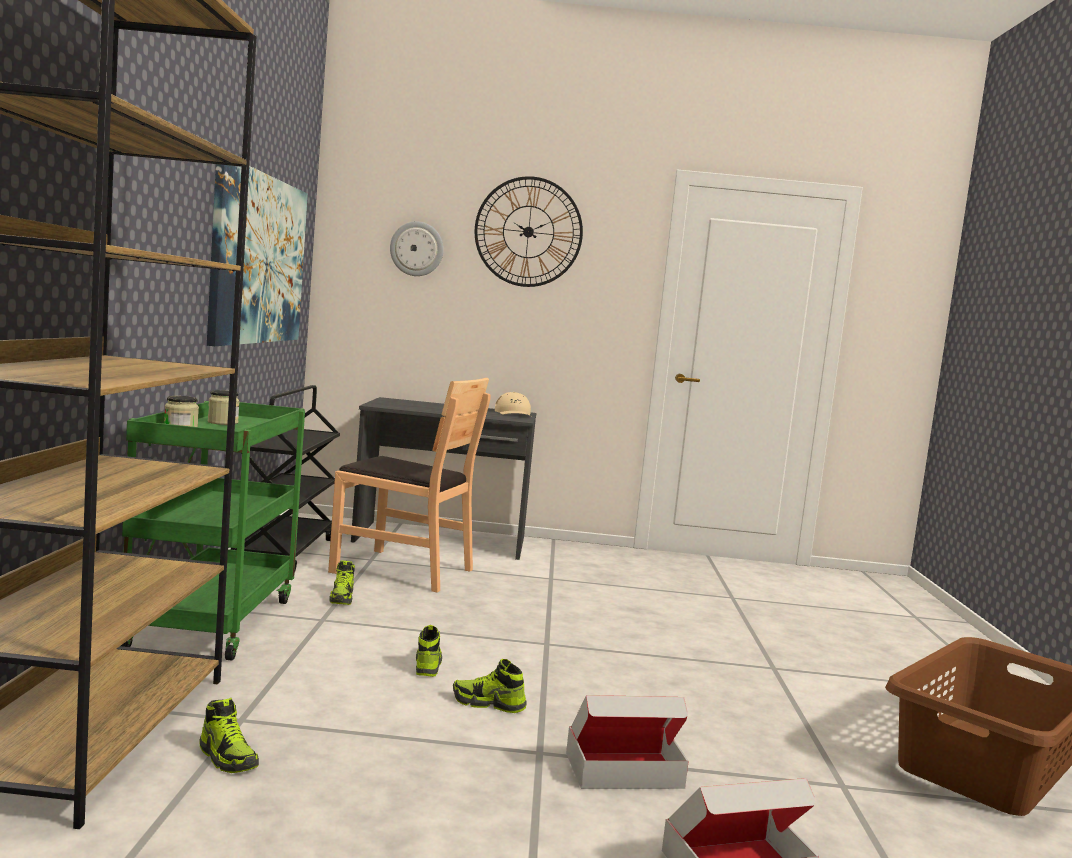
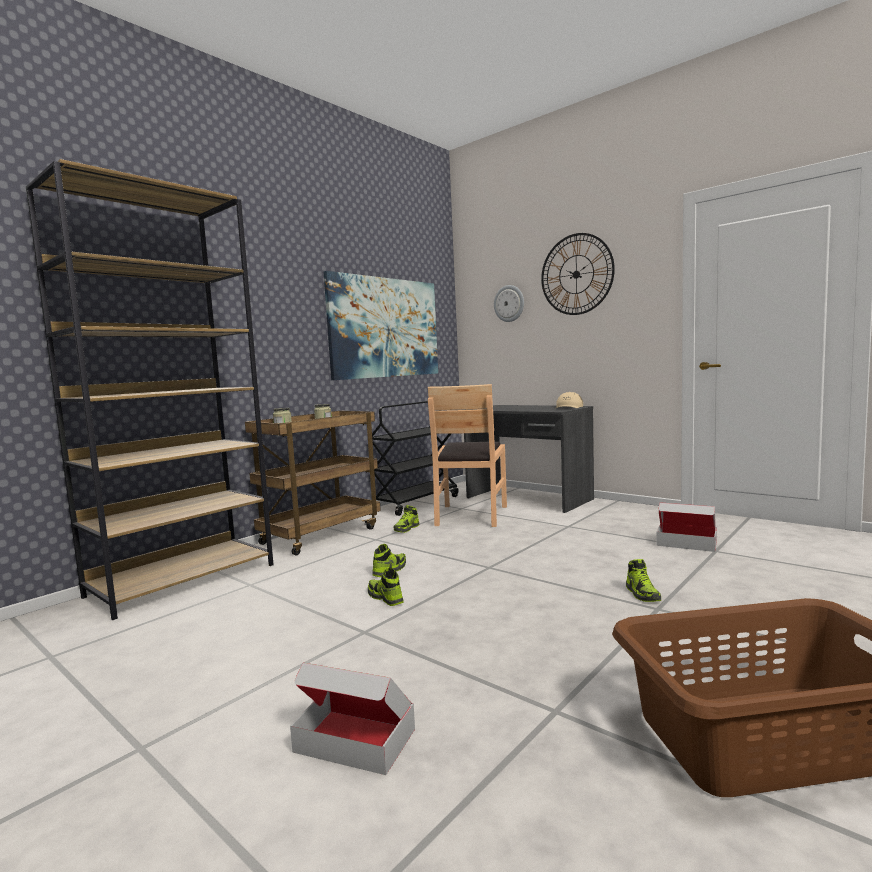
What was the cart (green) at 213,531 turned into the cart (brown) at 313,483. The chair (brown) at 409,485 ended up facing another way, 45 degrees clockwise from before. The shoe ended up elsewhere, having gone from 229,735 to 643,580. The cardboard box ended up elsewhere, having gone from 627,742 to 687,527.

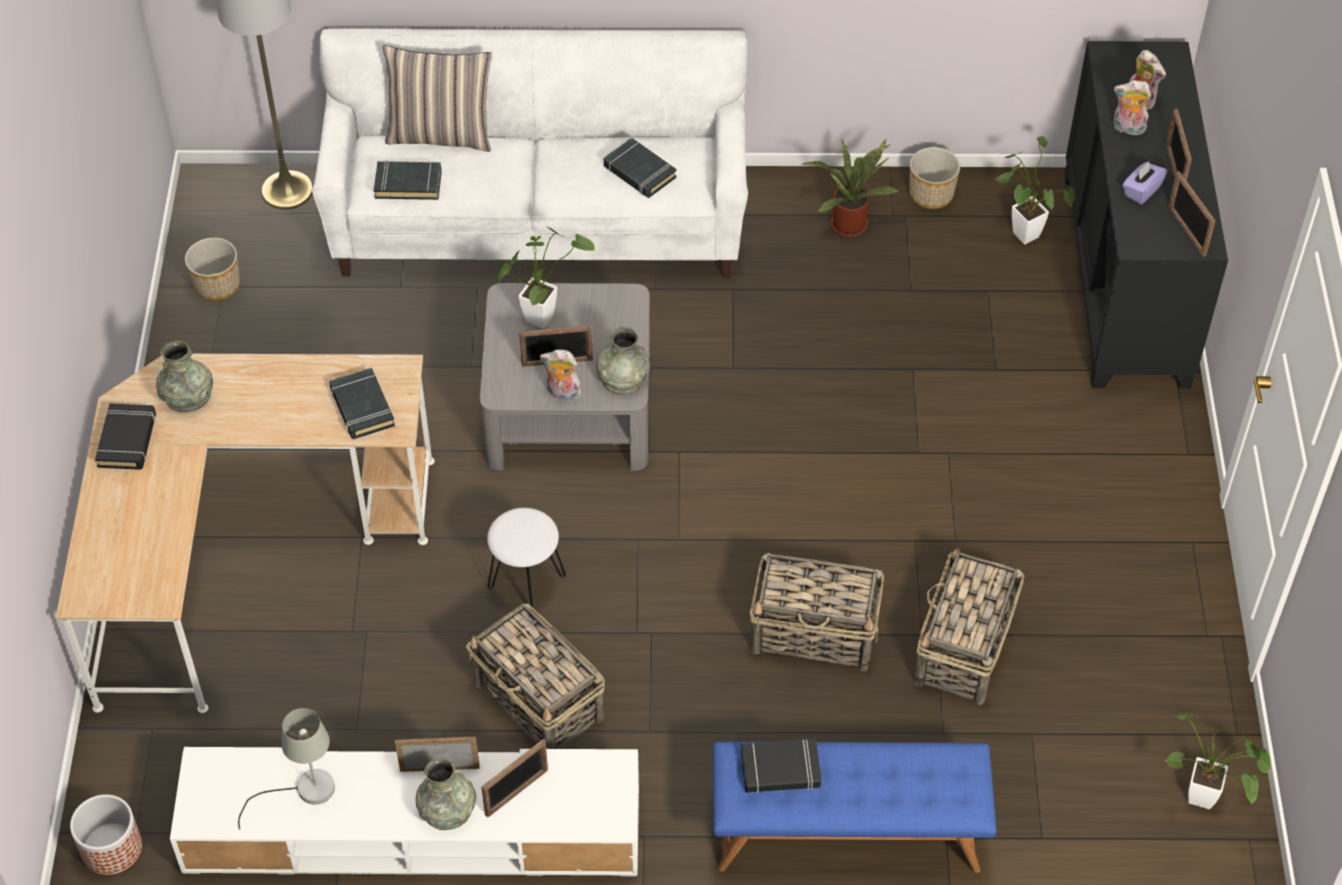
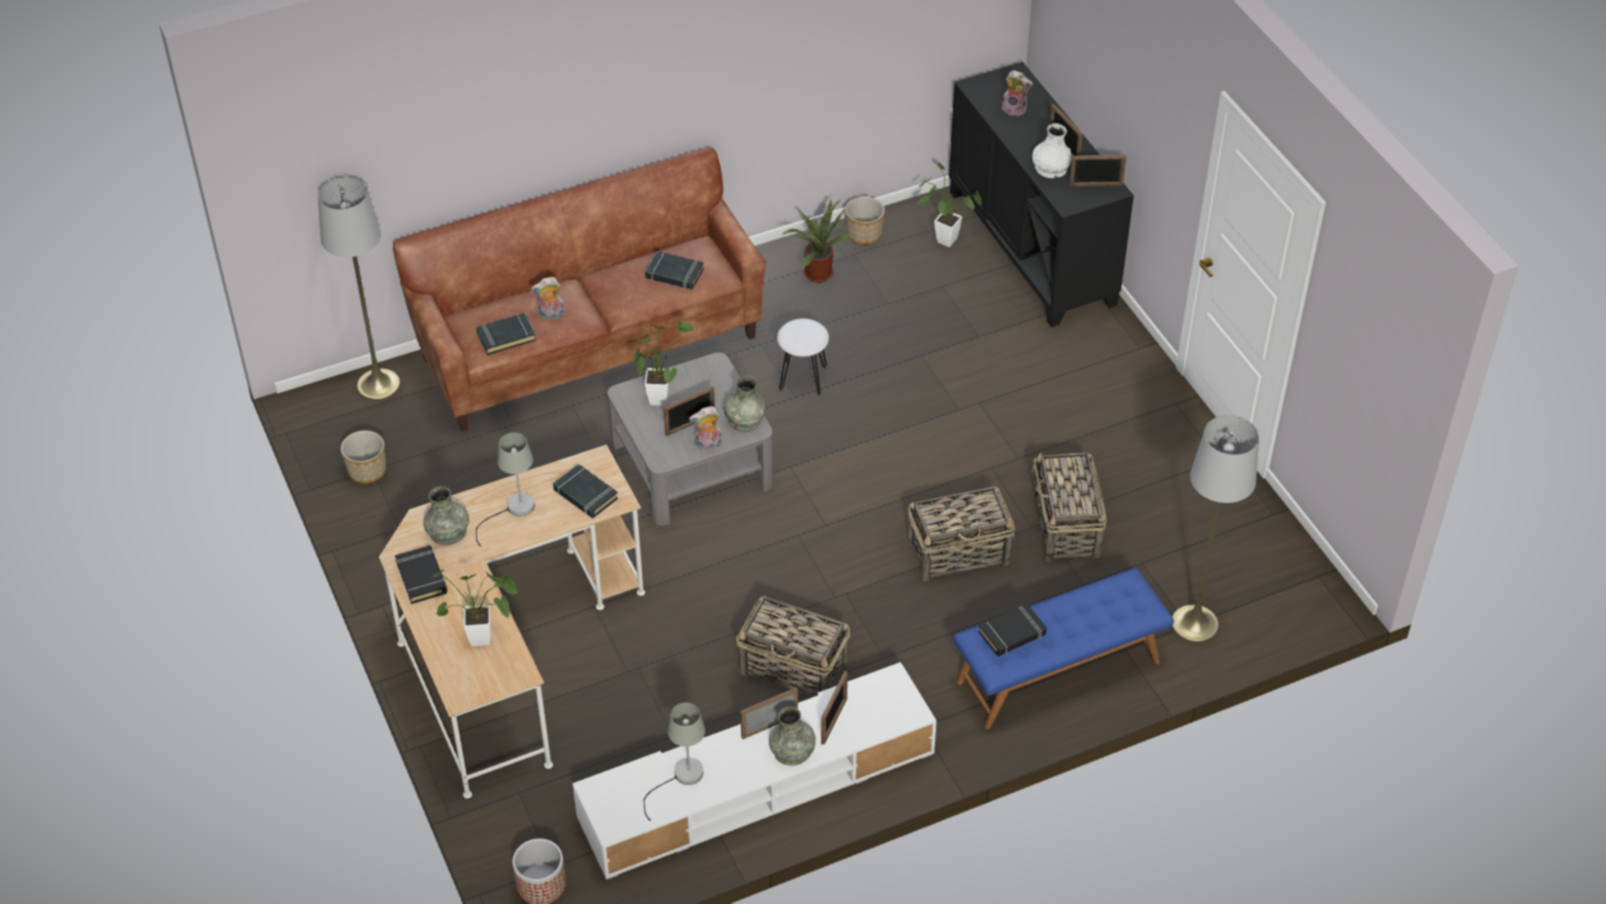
What was the sofa (white) at 530,153 turned into the sofa (brown) at 579,289. The potted plant ended up elsewhere, having gone from 1218,761 to 473,608. The second view gained the table lamp (grey) at 505,490. The plush toy ended up elsewhere, having gone from 1132,107 to 548,298. The stool (white) ended up elsewhere, having gone from 526,558 to 803,357. Where the tissue box (purple) stood at 1144,182, the vase (white) came to stand at 1052,151. The picture frame at 1192,214 ended up facing another way, 45 degrees counterclockwise from before. The second view gained the floor lamp (grey) at 1215,529. The second view lost the pillow at 437,98.

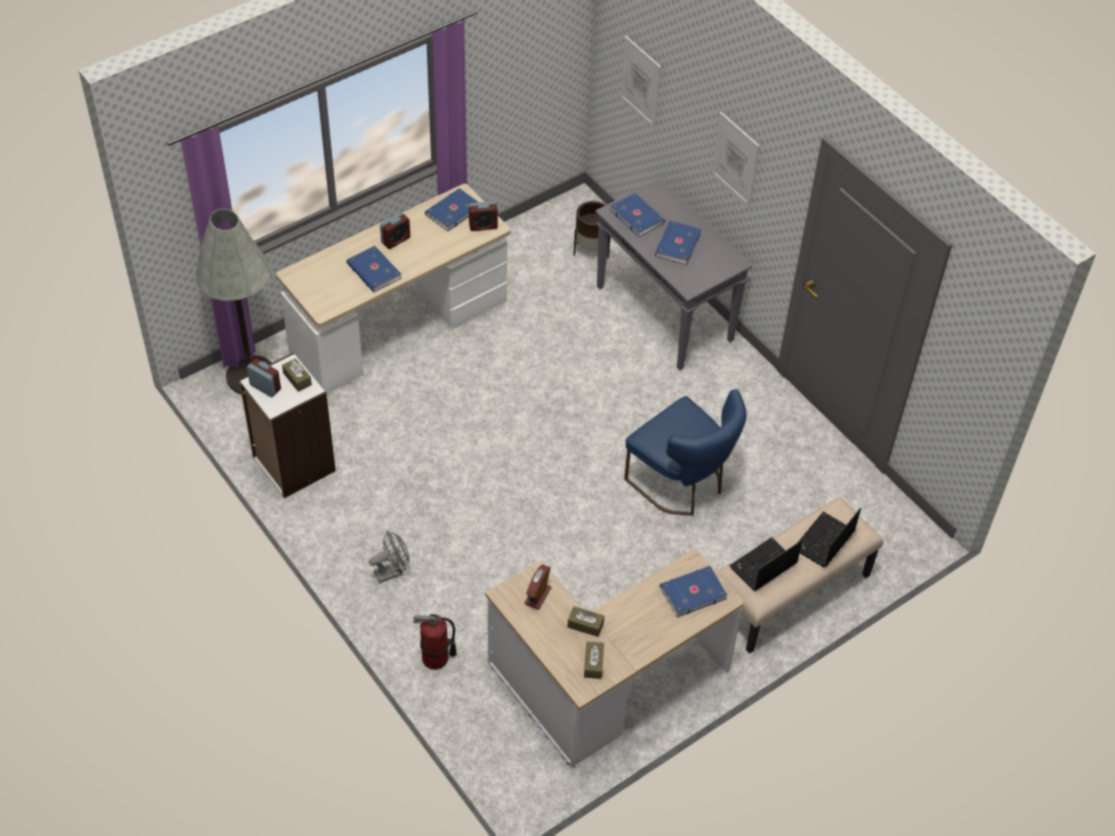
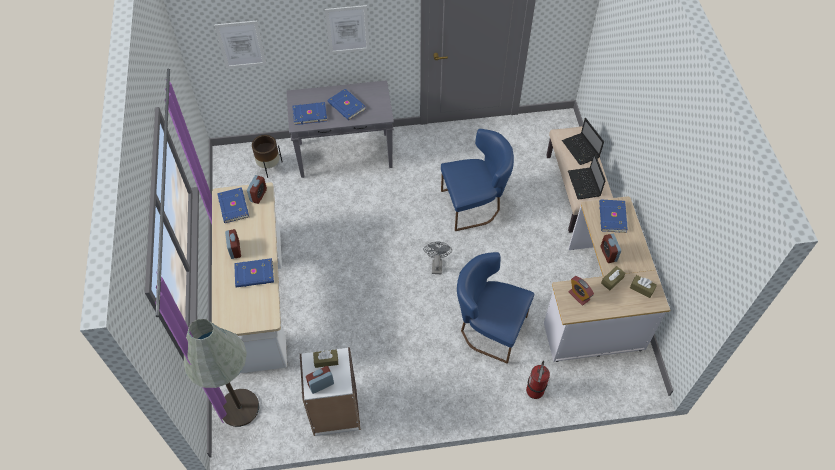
The fan (grey) ended up elsewhere, having gone from 389,557 to 437,258. The second view gained the chair (blue) at 495,308. The second view gained the alarm clock at 611,248.

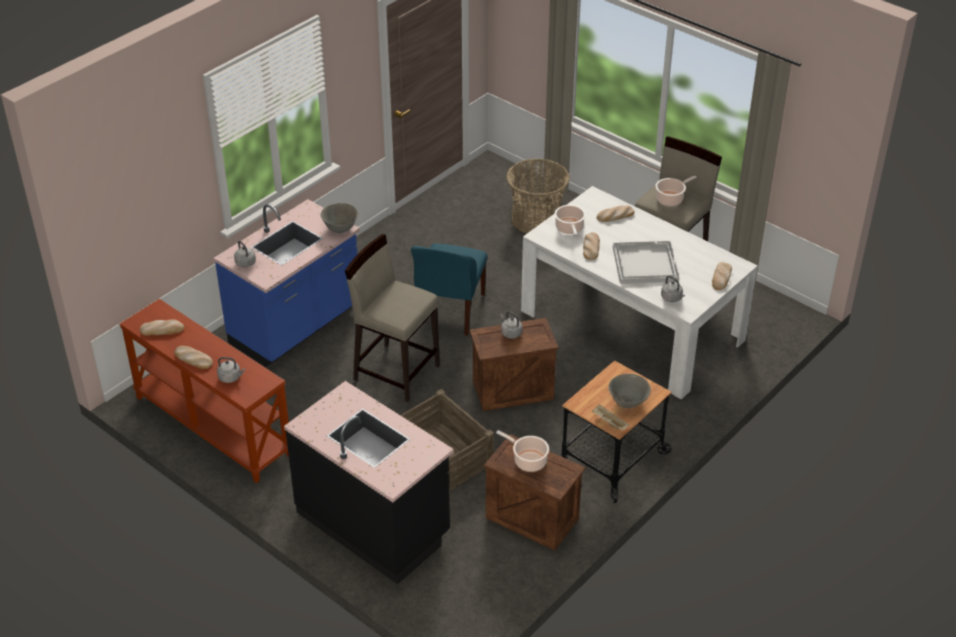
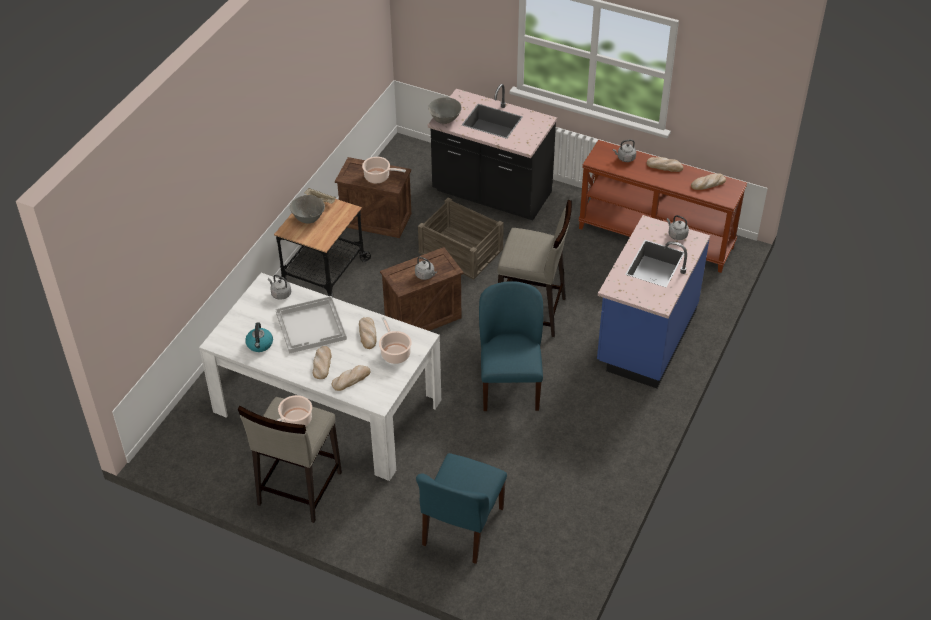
The second view gained the kettle at 259,337. The bread ended up elsewhere, having gone from 722,276 to 322,362. Where the basket stood at 538,195, the chair (blue) came to stand at 461,508. The bowl (grey) ended up elsewhere, having gone from 339,218 to 445,110.

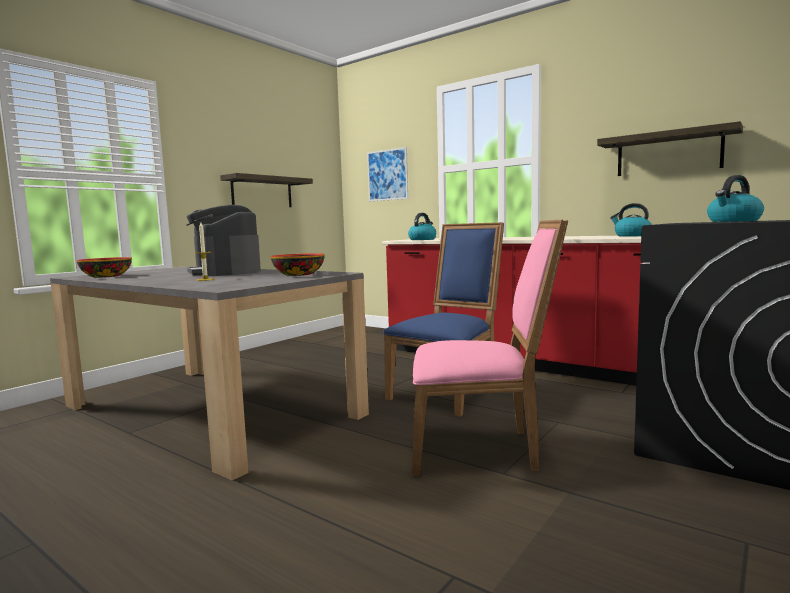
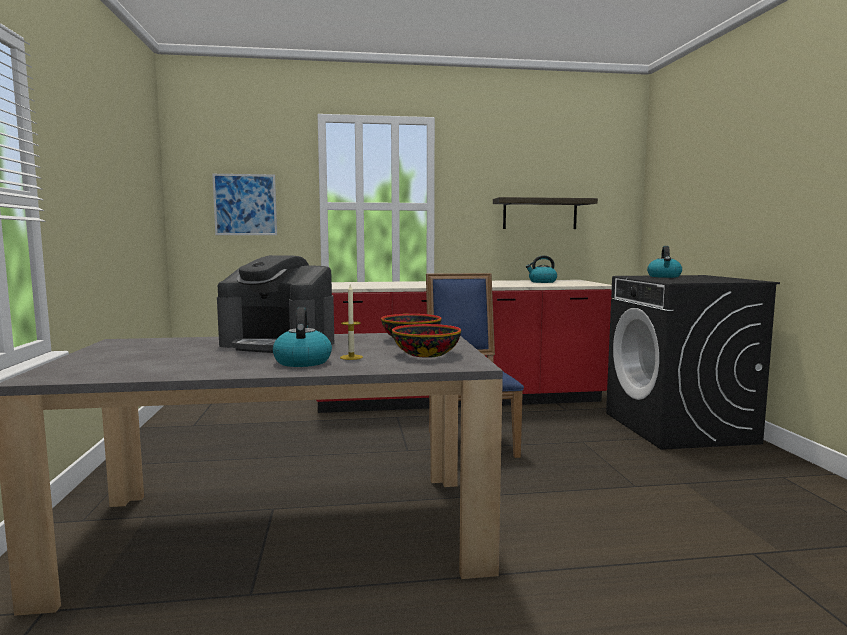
The kettle ended up elsewhere, having gone from 422,226 to 302,337. The bowl ended up elsewhere, having gone from 104,267 to 426,341. The second view lost the shelf at 266,190. The second view lost the chair (pink) at 490,348.

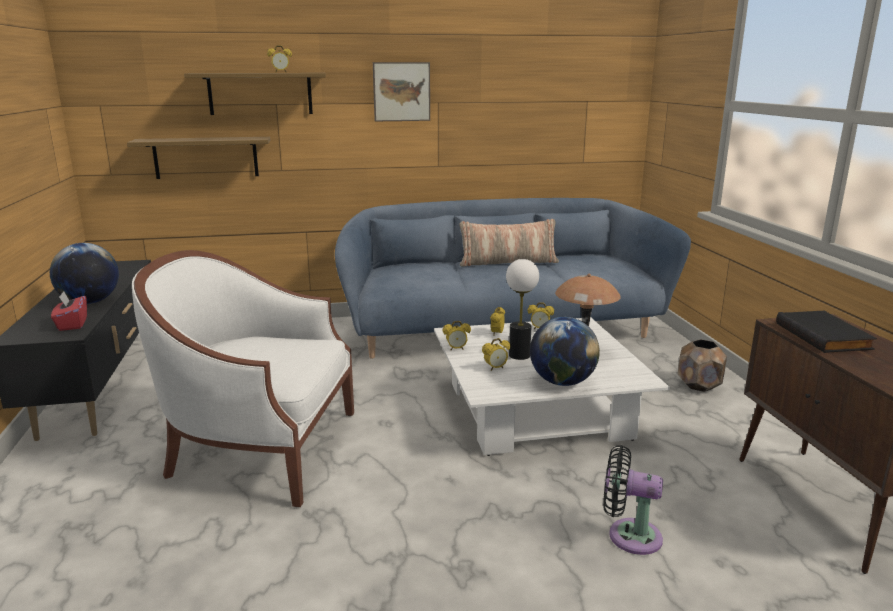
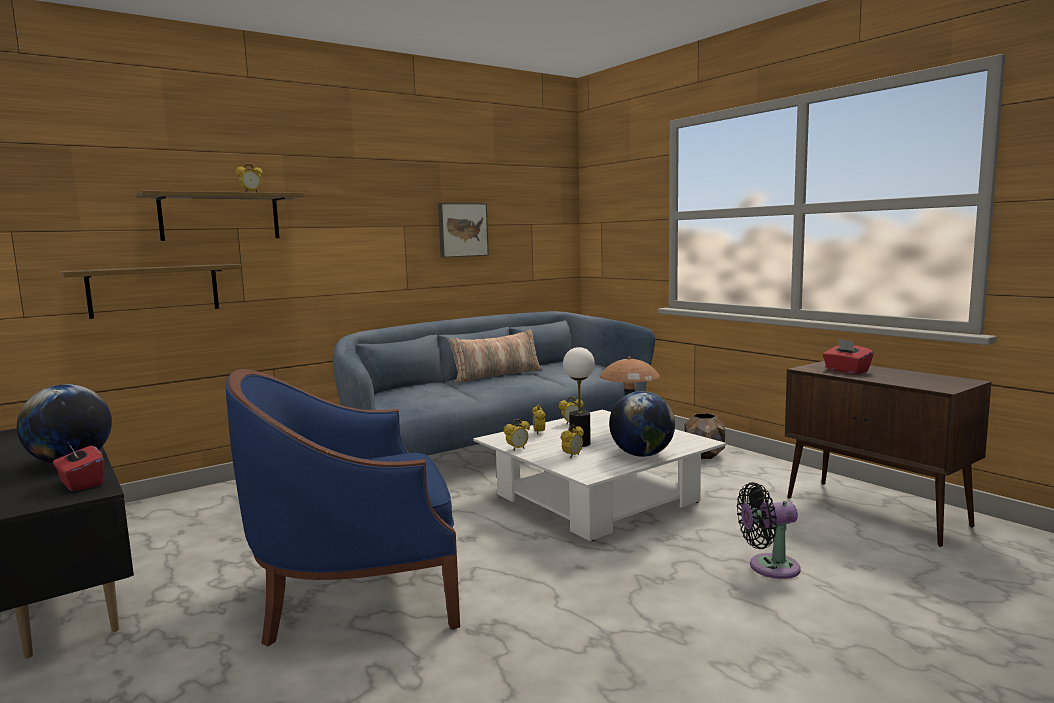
What was the armchair (white) at 243,378 turned into the armchair (blue) at 343,507. The picture ended up elsewhere, having gone from 401,91 to 463,230. Where the book (black) stood at 826,332, the tissue box (red) came to stand at 848,356.

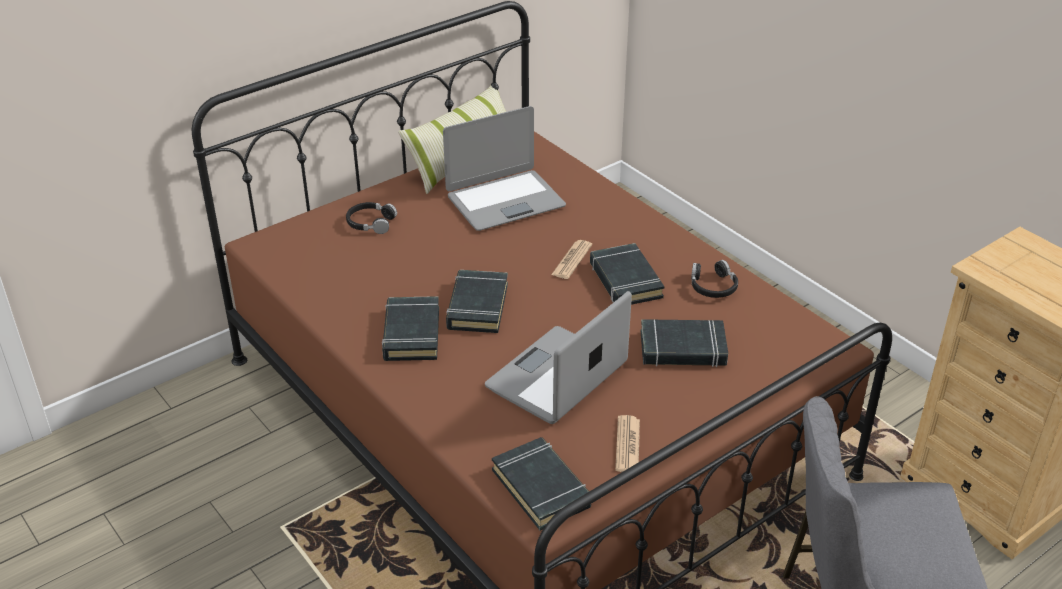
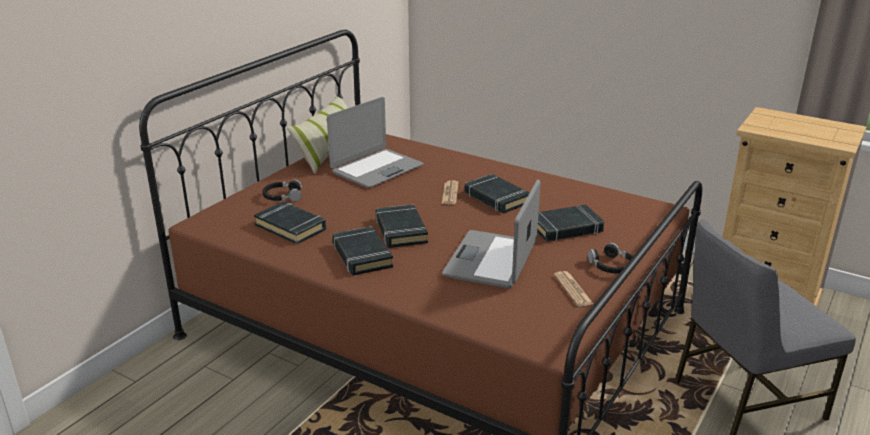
The book (black) ended up elsewhere, having gone from 541,484 to 290,223. The headphones (black) ended up elsewhere, having gone from 714,279 to 610,258.

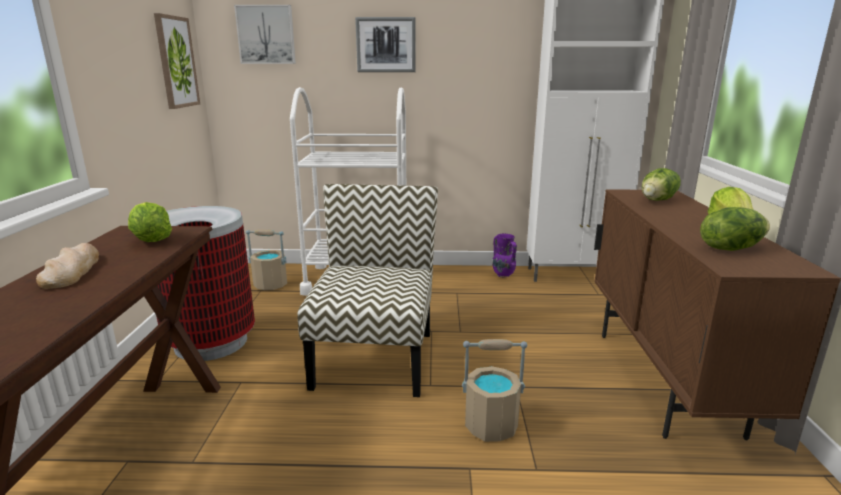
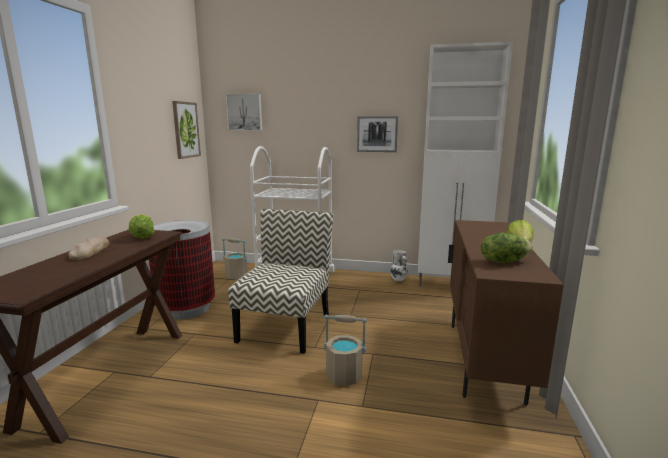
The picture ended up elsewhere, having gone from 385,44 to 377,134. What was the vase (purple) at 504,256 turned into the vase (white) at 399,266. The second view lost the lettuce at 661,184.

